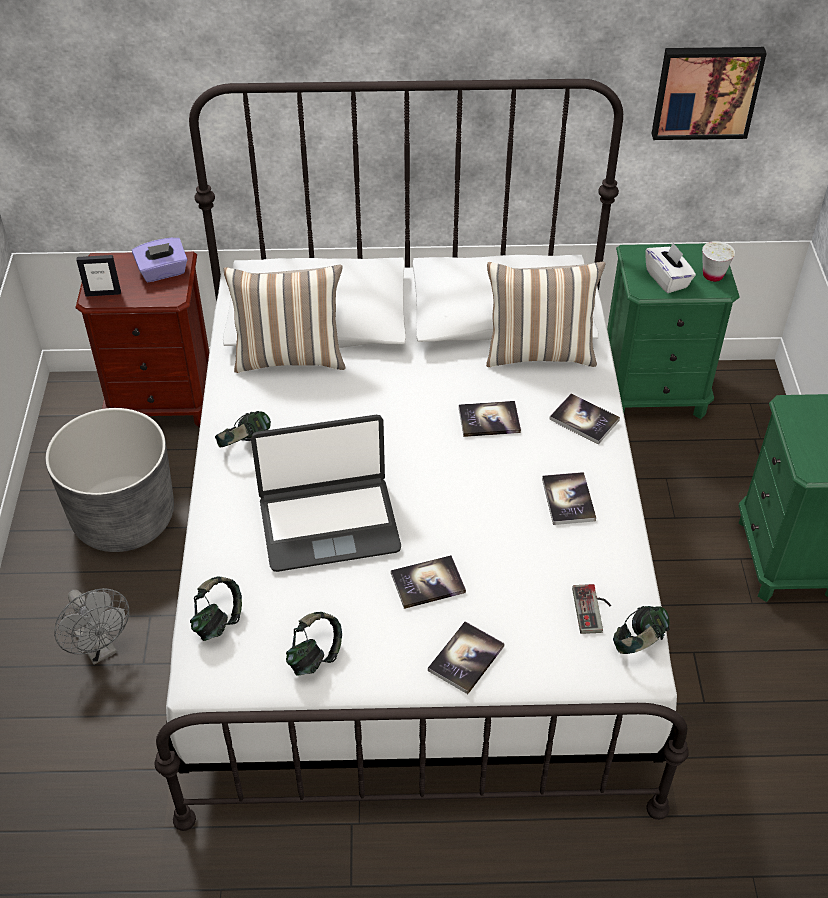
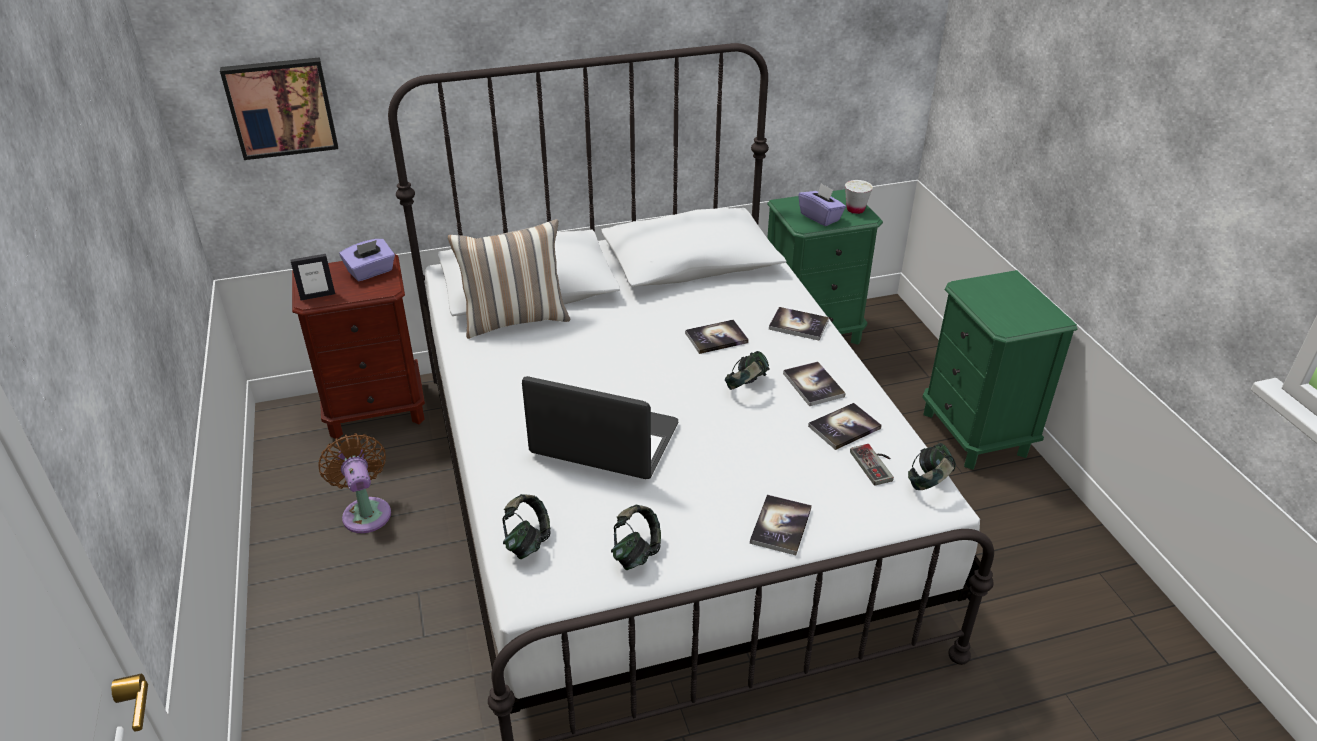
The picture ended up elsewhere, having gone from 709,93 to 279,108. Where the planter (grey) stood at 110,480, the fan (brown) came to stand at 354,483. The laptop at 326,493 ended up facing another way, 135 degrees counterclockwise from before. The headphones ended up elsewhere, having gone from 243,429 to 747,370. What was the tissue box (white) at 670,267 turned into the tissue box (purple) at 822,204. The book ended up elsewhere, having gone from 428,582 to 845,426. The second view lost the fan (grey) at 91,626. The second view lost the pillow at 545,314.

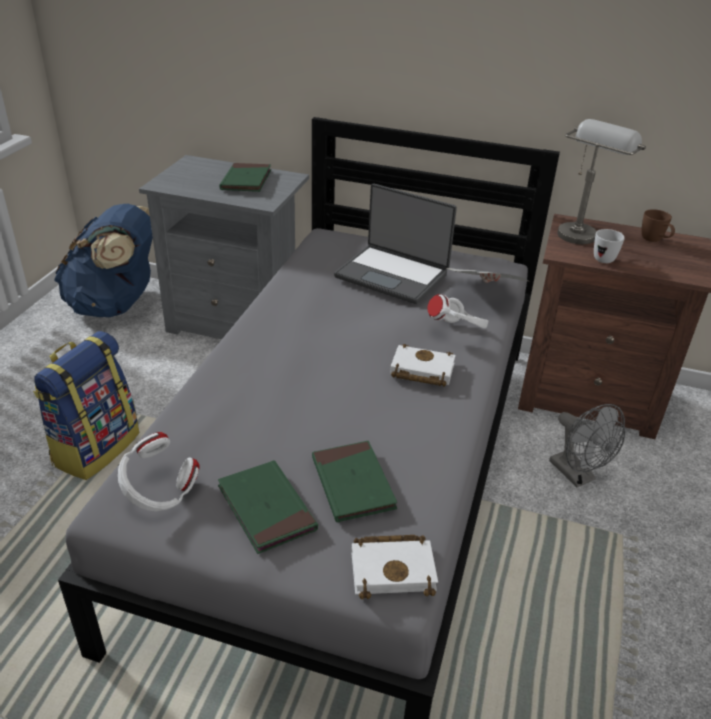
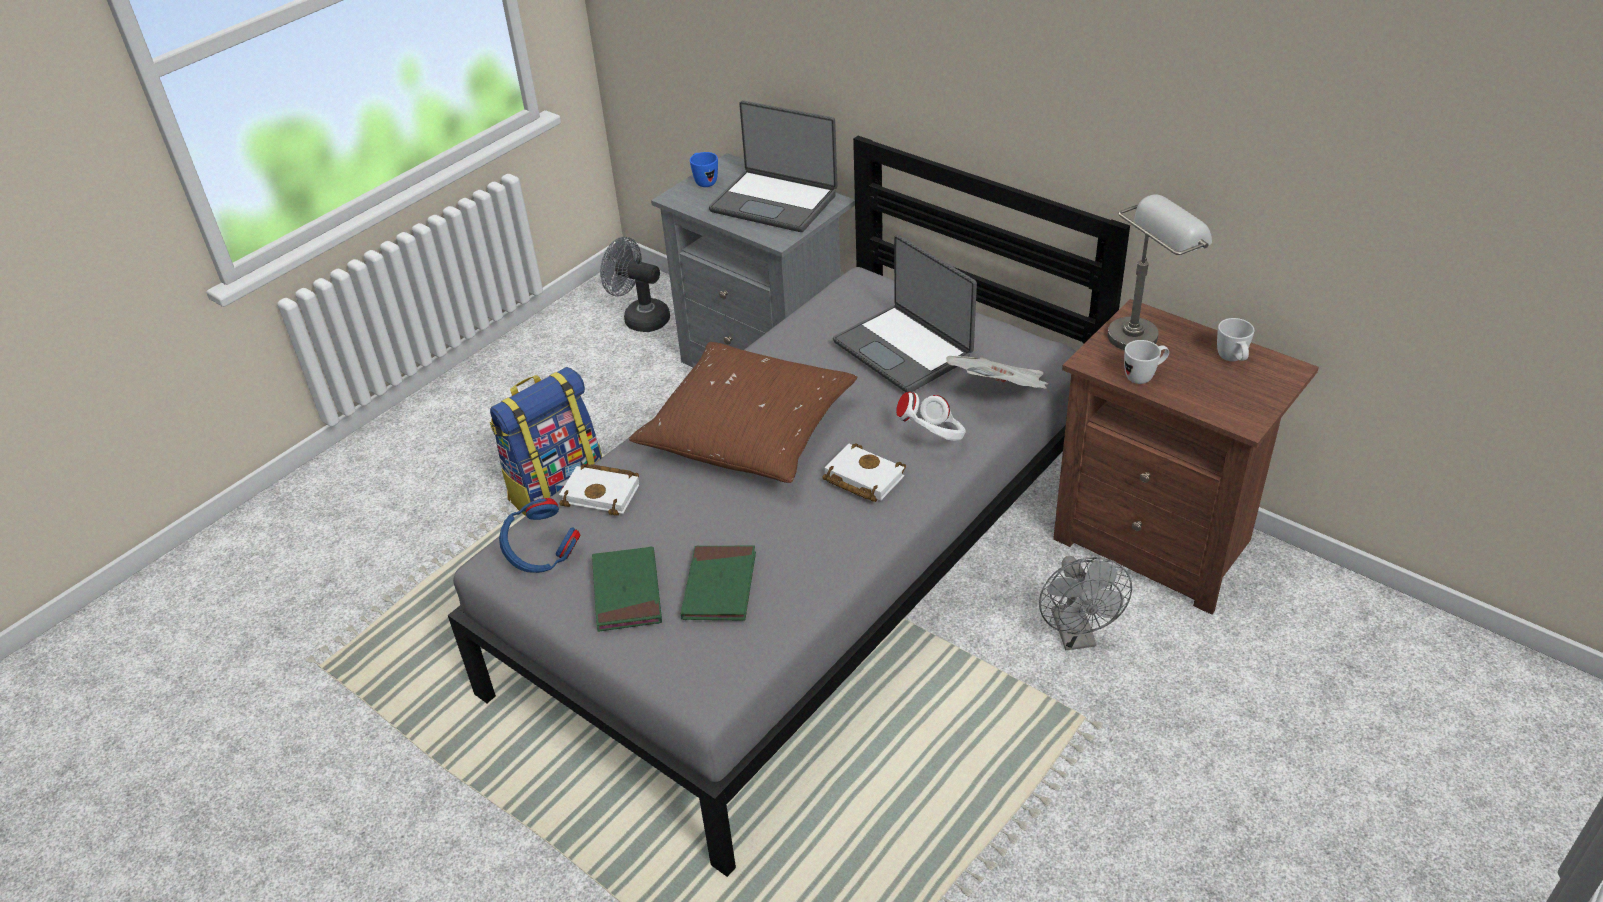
What was the headphones (white) at 158,471 turned into the headphones (blue) at 539,535. The book (white) ended up elsewhere, having gone from 394,567 to 599,490. Where the backpack (blue) stood at 103,260, the fan (grey) came to stand at 635,284. The second view gained the pillow (brown) at 743,412. The second view gained the mug (blue) at 704,169. Where the book (green) stood at 245,177, the laptop came to stand at 773,166. What was the mug (brown) at 658,225 turned into the mug (white) at 1235,339.

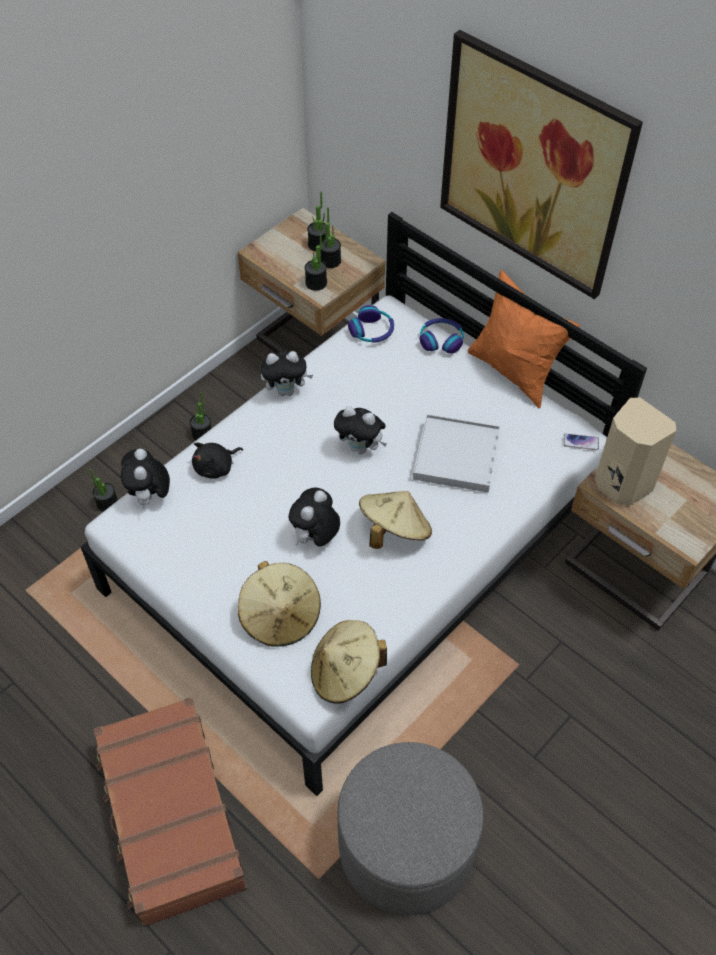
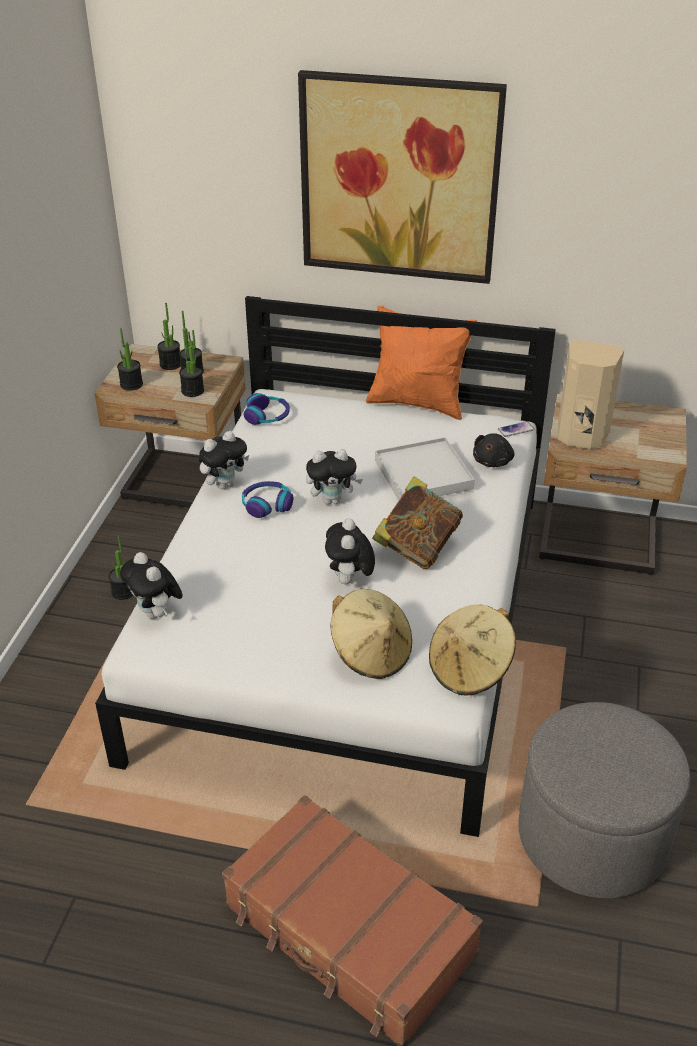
The potted plant ended up elsewhere, having gone from 104,490 to 130,359. The headphones ended up elsewhere, having gone from 441,336 to 268,499. Where the hat (beige) stood at 395,520, the book came to stand at 417,522. The plush toy (black) ended up elsewhere, having gone from 217,461 to 494,450.

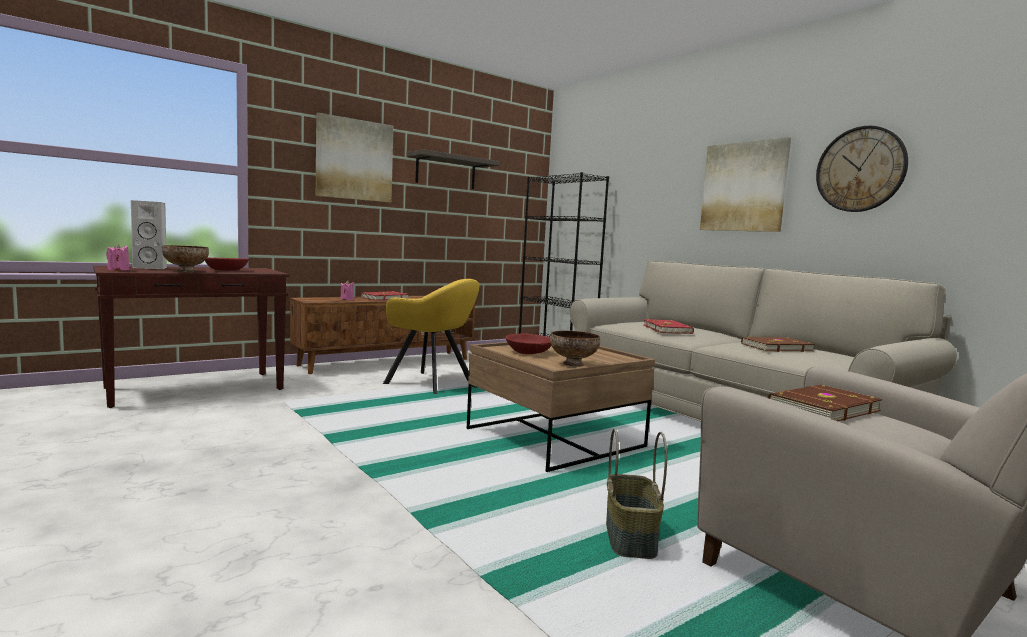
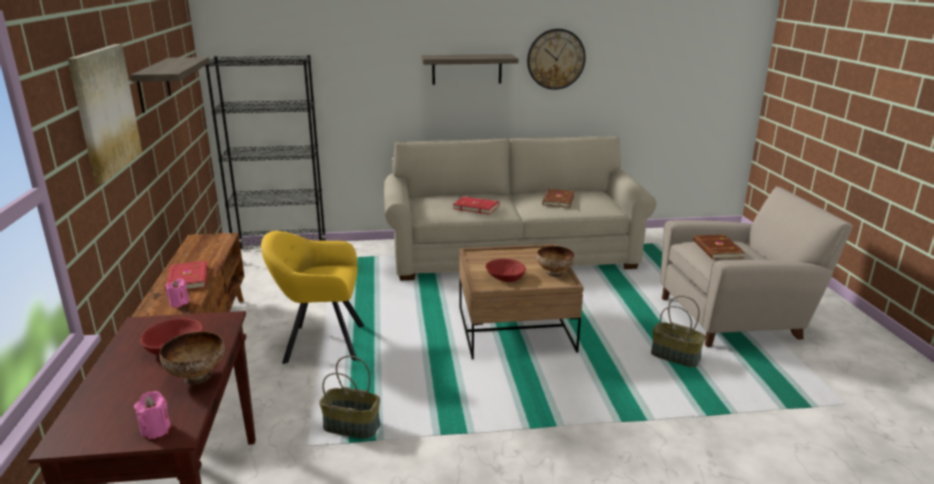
The armchair (yellow) at 431,336 ended up facing another way, 150 degrees counterclockwise from before. The second view gained the basket at 349,397. Where the picture hung at 745,184, the shelf came to hang at 469,69. The second view lost the speaker (white) at 149,234.

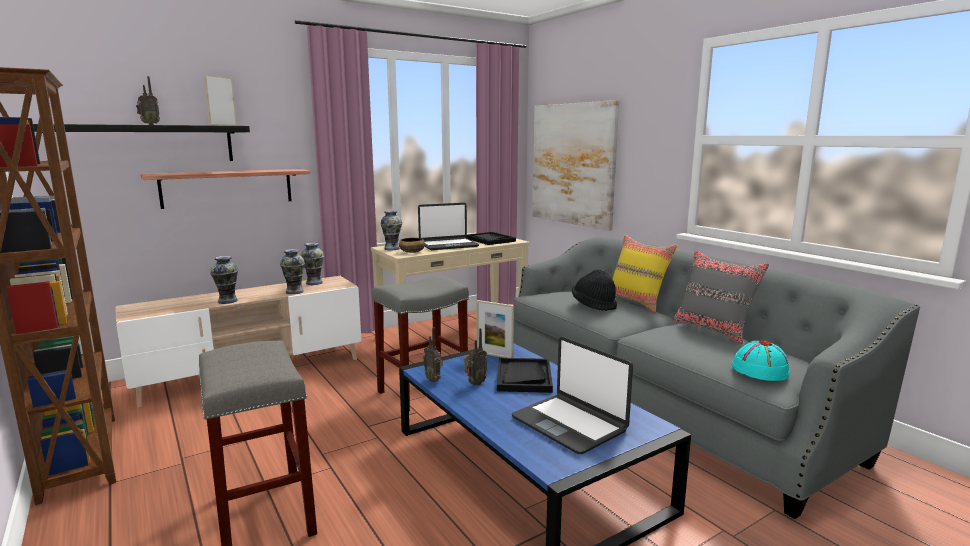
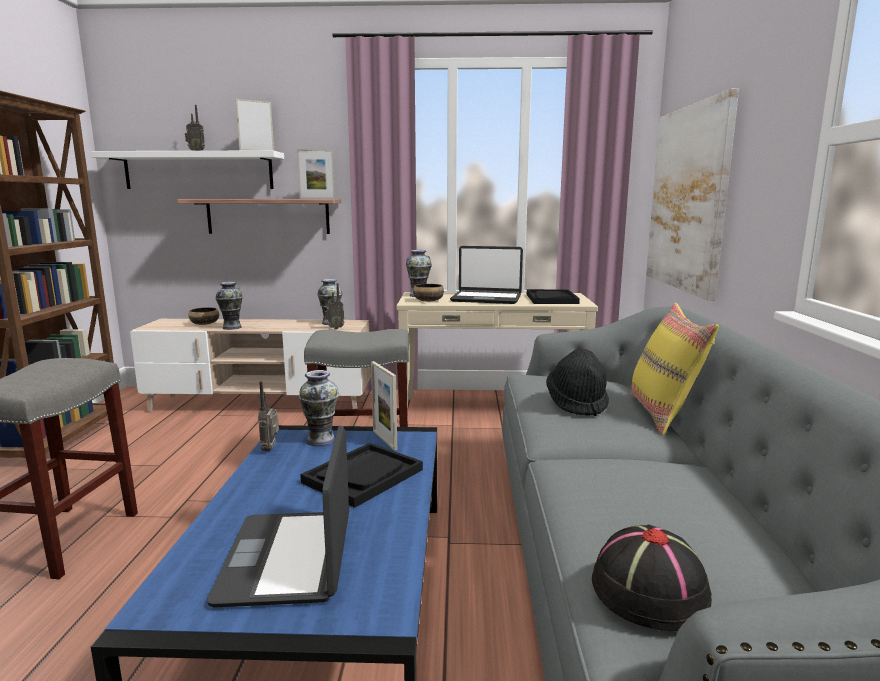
What was the shelf (black) at 141,142 turned into the shelf (white) at 187,169. The second view gained the bowl at 204,316. The second view gained the picture frame at 315,174. The vase ended up elsewhere, having gone from 292,271 to 319,408. The radio ended up elsewhere, having gone from 475,357 to 334,306. What was the hat (turquoise) at 761,361 turned into the hat (black) at 652,578. The second view lost the pillow (grey) at 721,297.

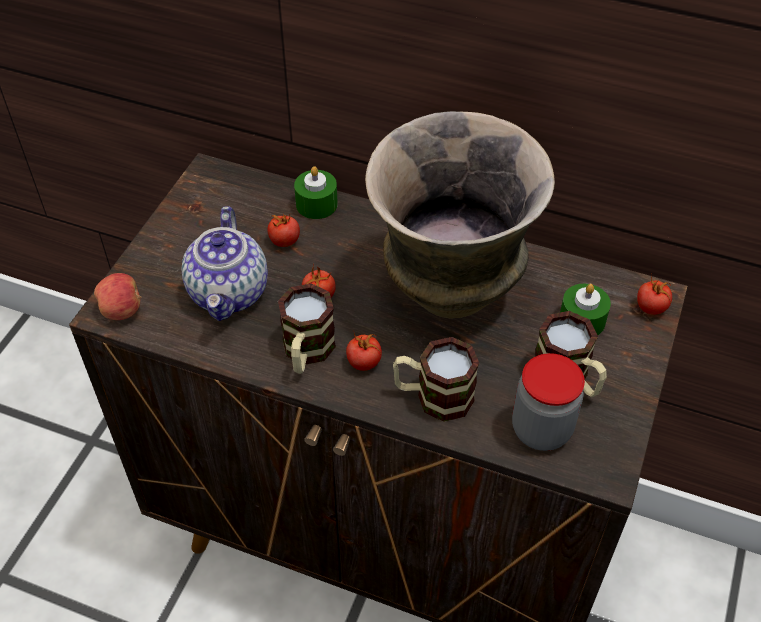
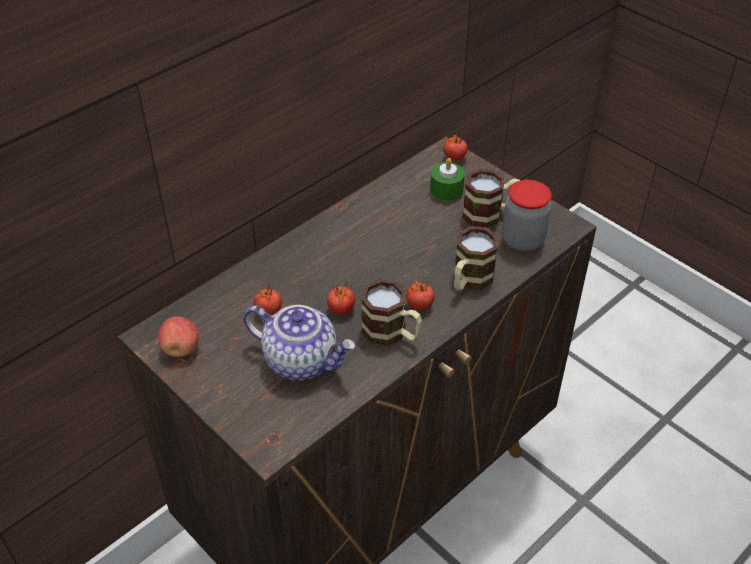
The apple ended up elsewhere, having gone from 118,296 to 178,337. The second view lost the candle (green) at 316,192. The second view lost the vase at 460,214.

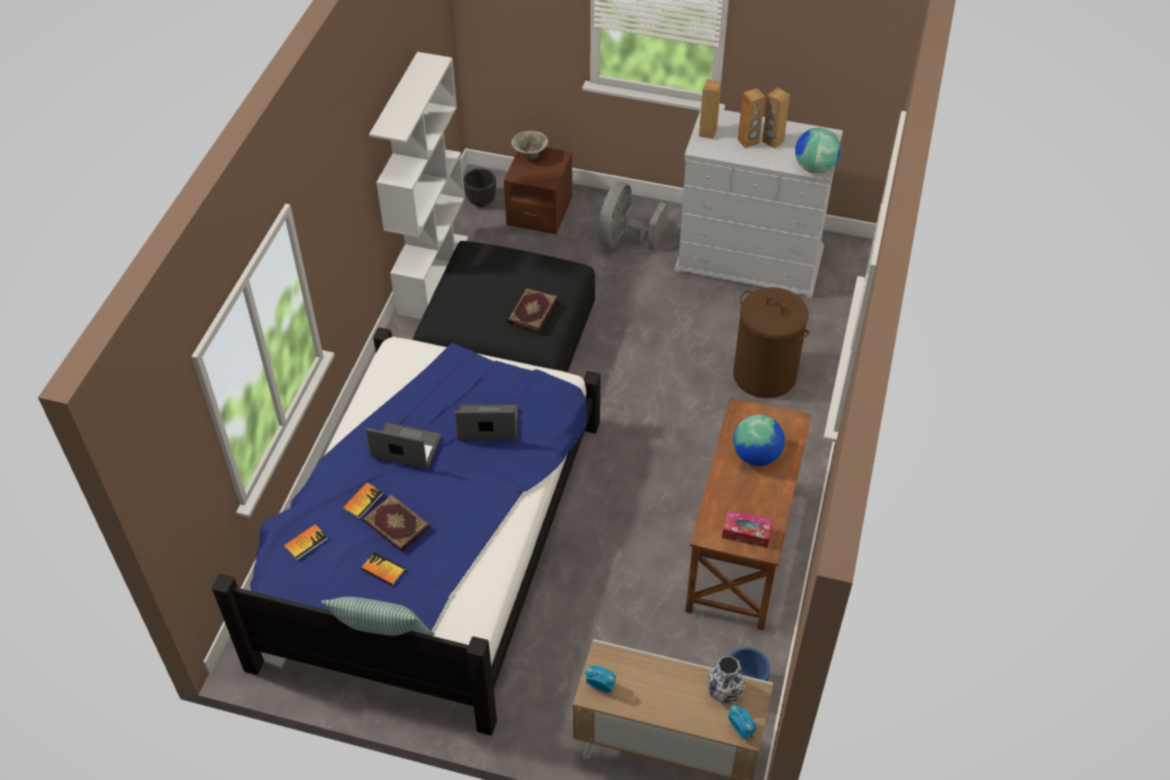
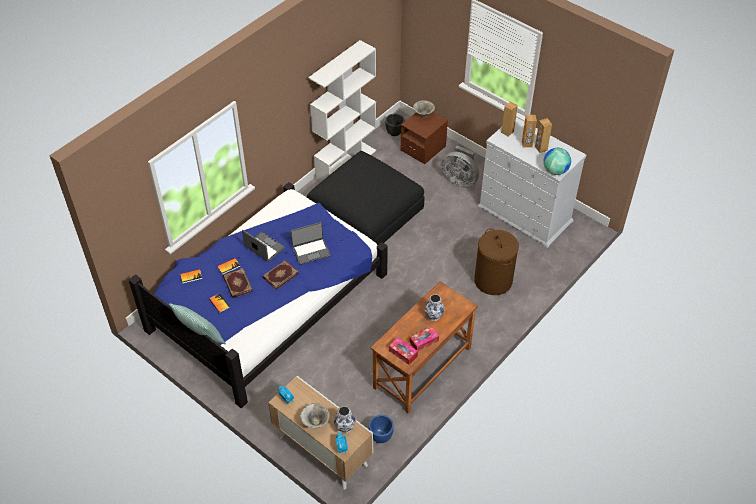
The book ended up elsewhere, having gone from 532,310 to 280,275. The laptop at 486,422 ended up facing another way, 135 degrees clockwise from before. The second view gained the bowl at 315,415. The second view gained the tissue box at 424,338. Where the globe stood at 759,440, the vase came to stand at 435,307. The fan (grey) at 632,216 ended up facing another way, 105 degrees counterclockwise from before.

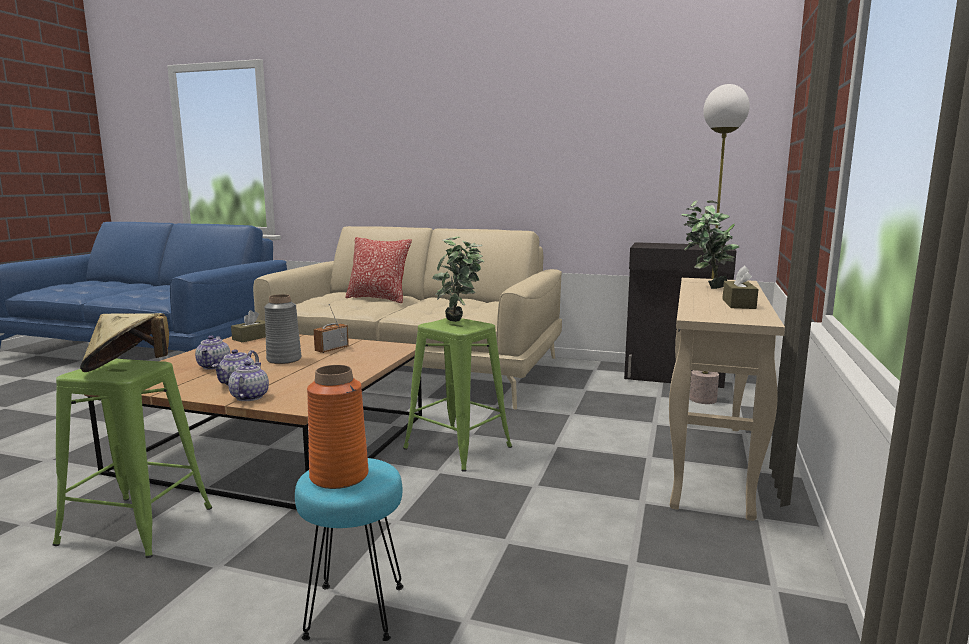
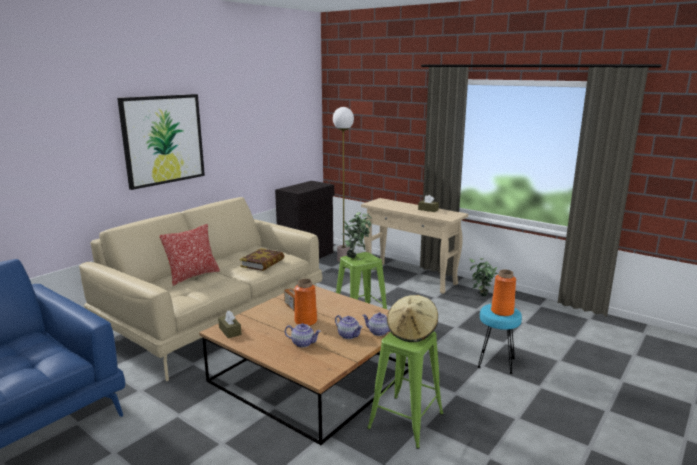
The second view gained the picture at 161,142. The second view gained the book at 262,259. What was the vase (grey) at 282,329 turned into the vase (orange) at 306,302. The potted plant ended up elsewhere, having gone from 710,244 to 483,277.

